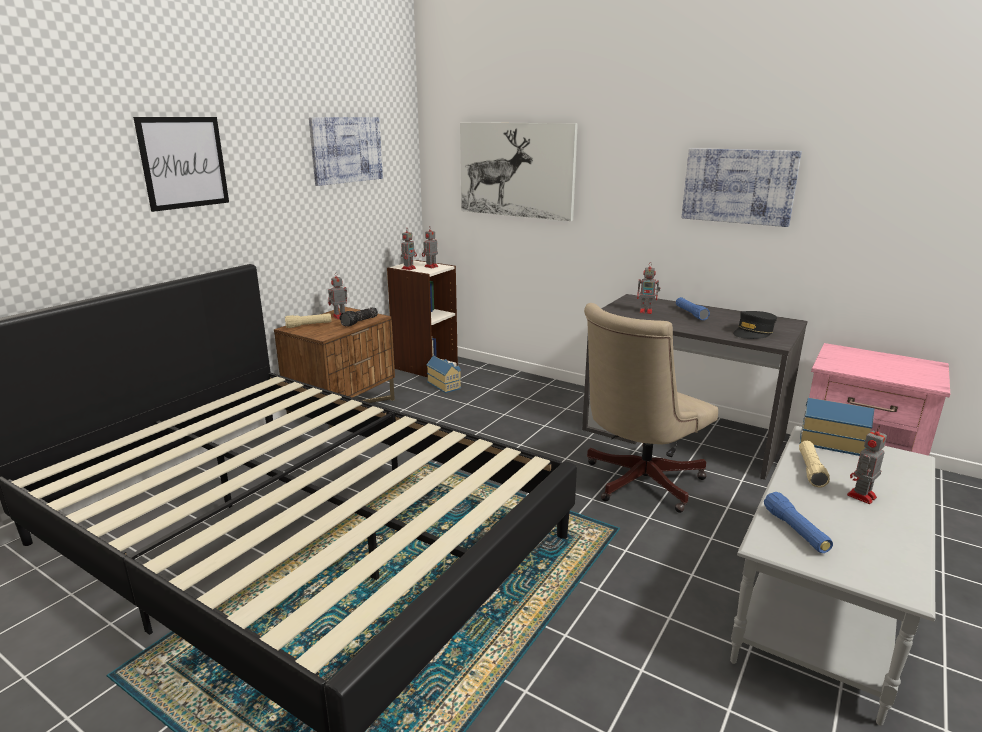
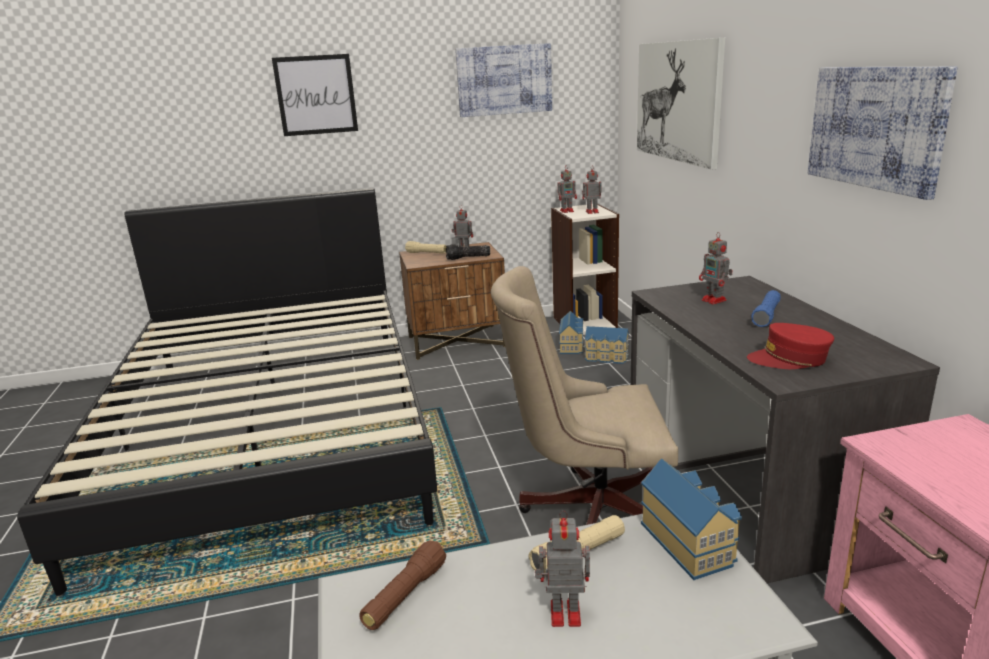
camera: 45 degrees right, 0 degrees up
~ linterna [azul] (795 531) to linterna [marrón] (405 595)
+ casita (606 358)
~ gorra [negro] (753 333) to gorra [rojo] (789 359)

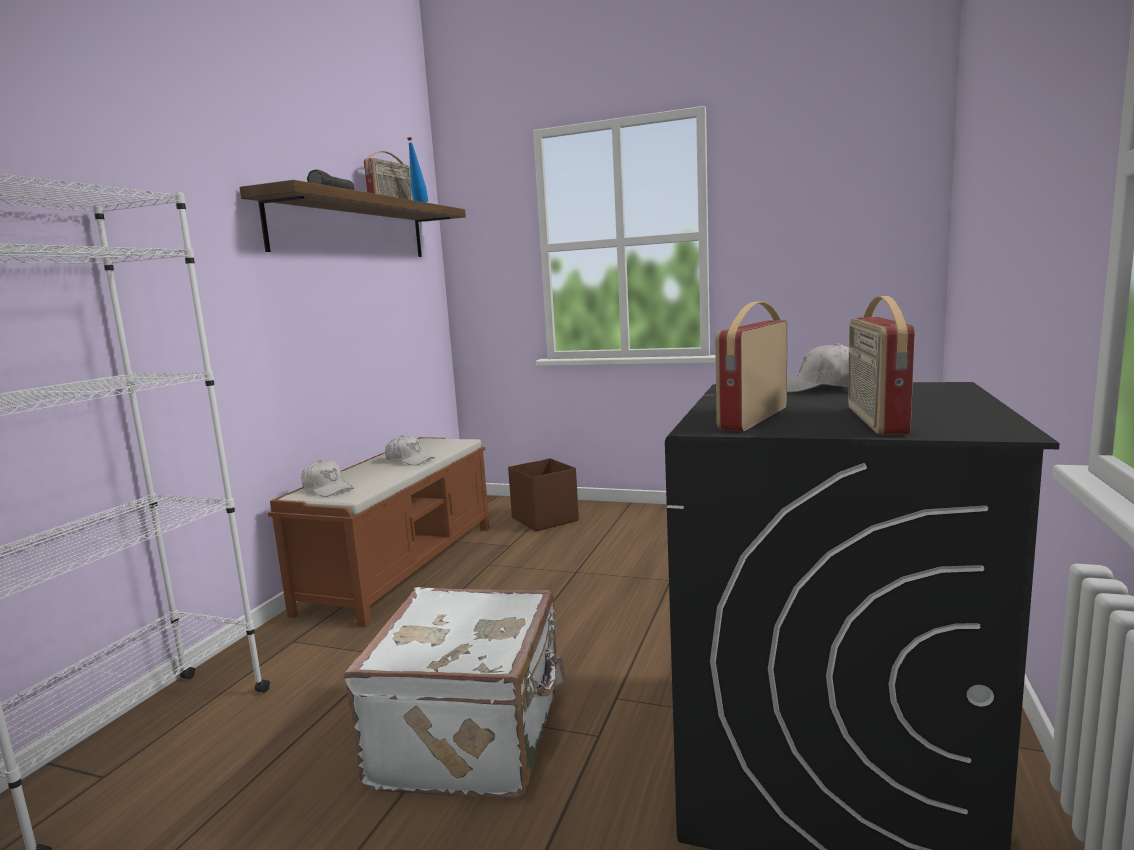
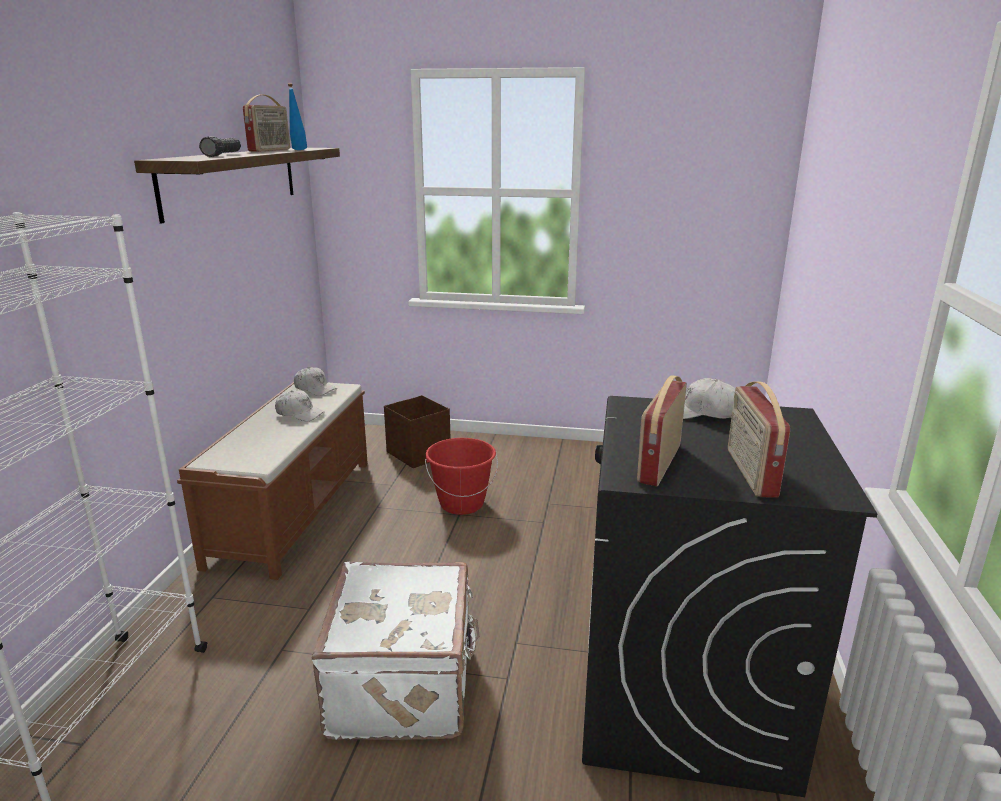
camera: 10 degrees left, 10 degrees up
~ gorra [blanco] (327 489) to (315 389)
+ cubo [rojo] (461 504)

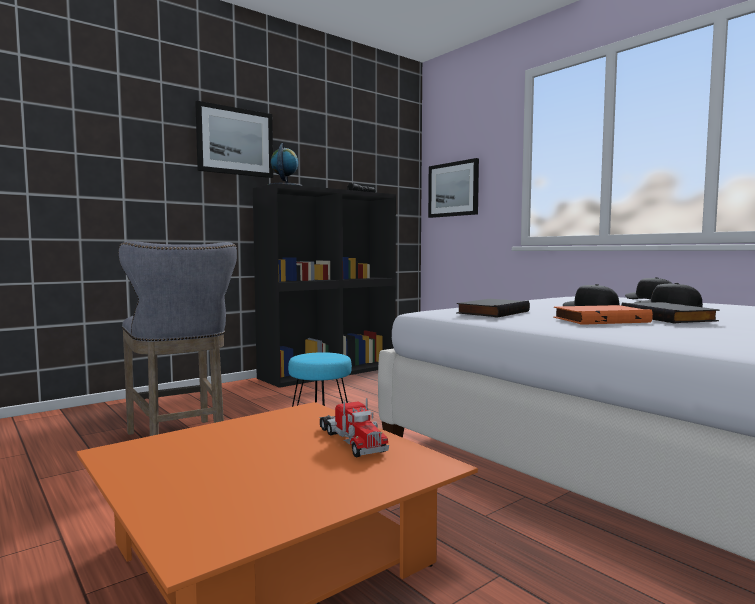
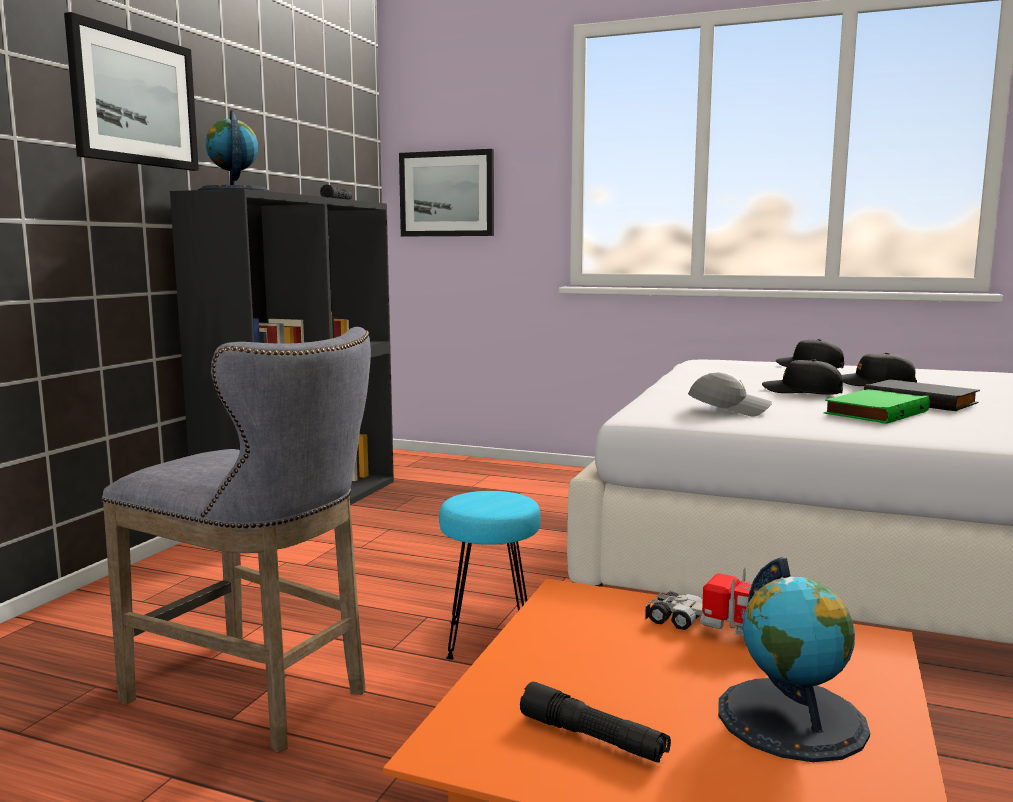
camera: 30 degrees left, 5 degrees up
+ linterna [negro] (592 738)
~ libro [negro] (492 312) to gorra [gris] (729 410)
+ globo terráqueo (792 718)
~ libro [naranja] (600 320) to libro [verde] (874 412)

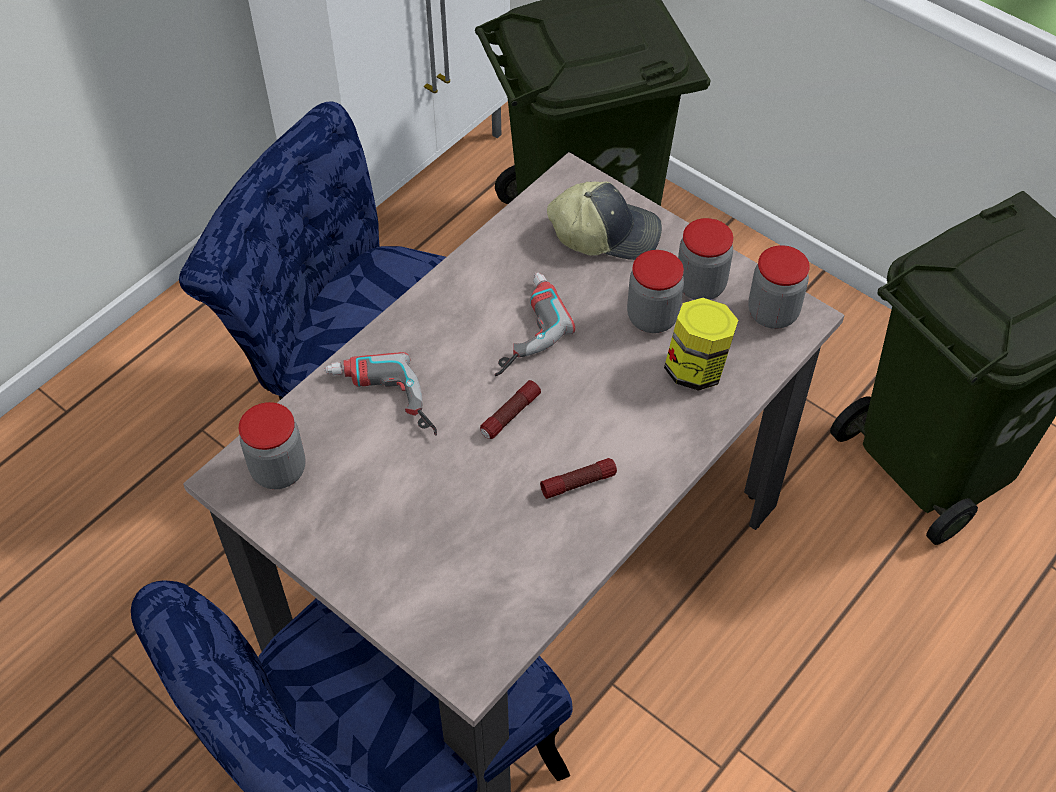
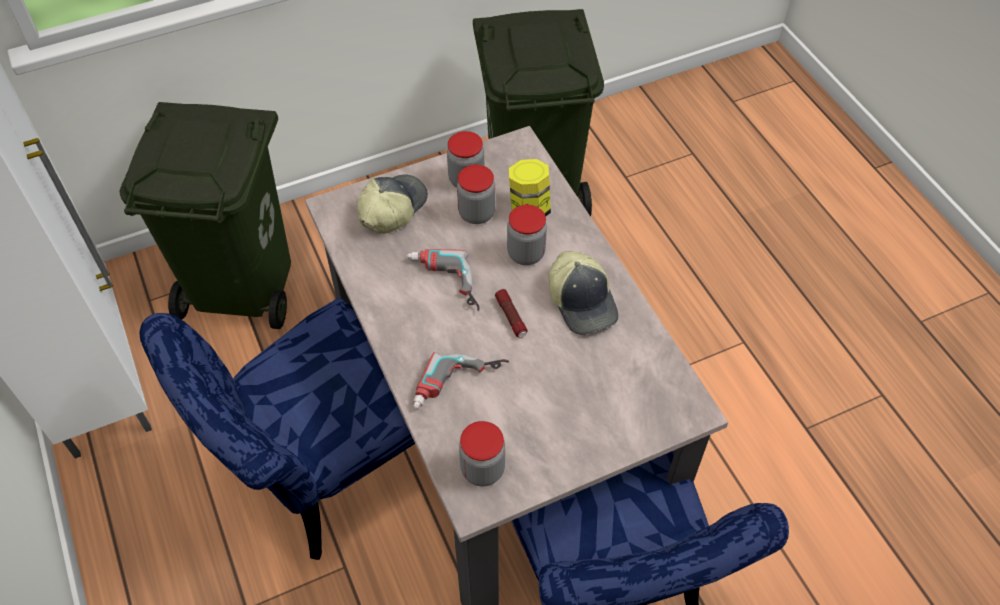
camera: 65 degrees left, 0 degrees up
~ tarro (772 313) to (526 253)
~ linterna (578 483) to gorra (583 301)

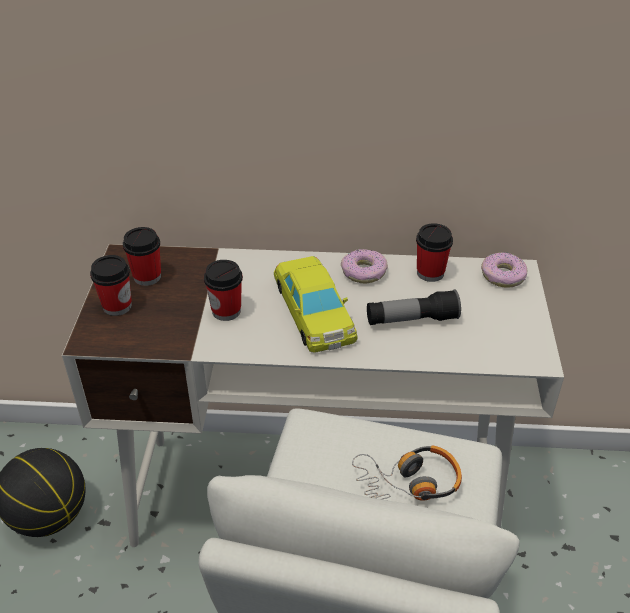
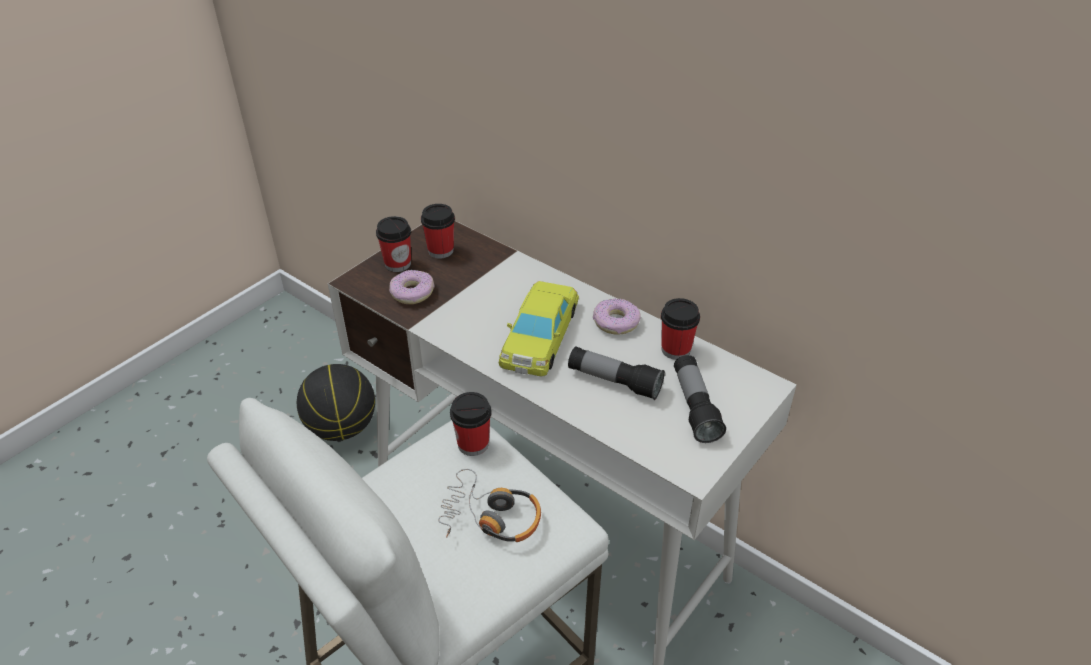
camera: 35 degrees right, 0 degrees up
~ rosquilla (502 276) to (412 293)
~ taza (226 311) to (473 444)
+ linterna (695 407)

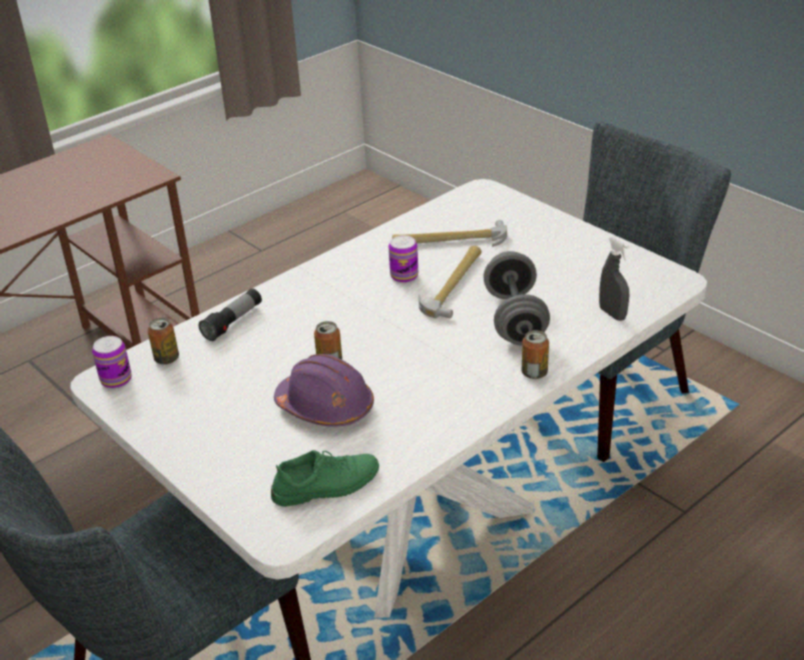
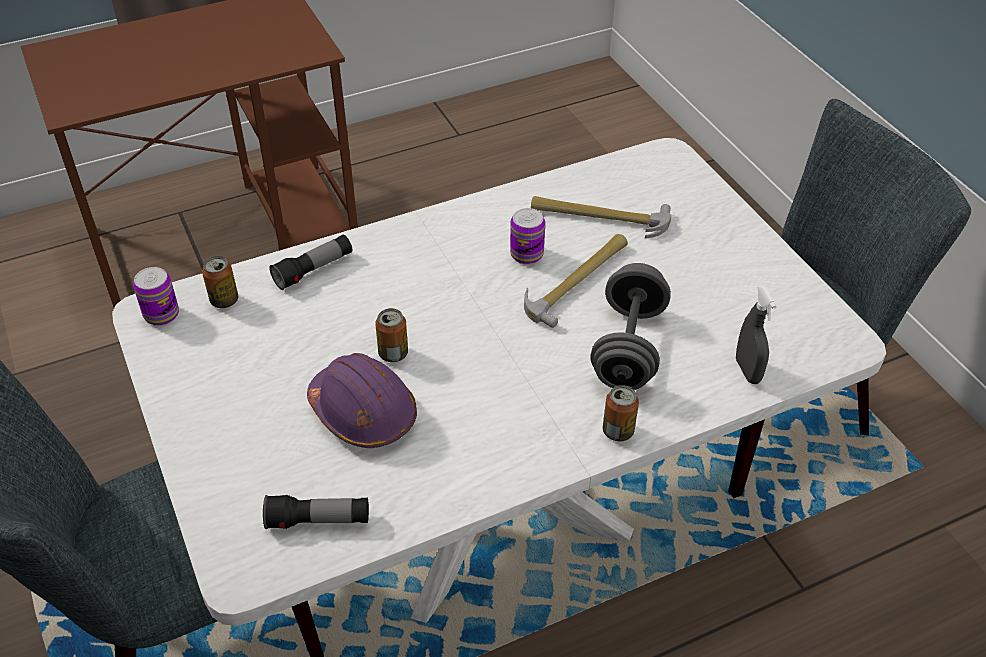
camera: 15 degrees right, 10 degrees up
~ zapato [verde] (326 485) to linterna (318 520)

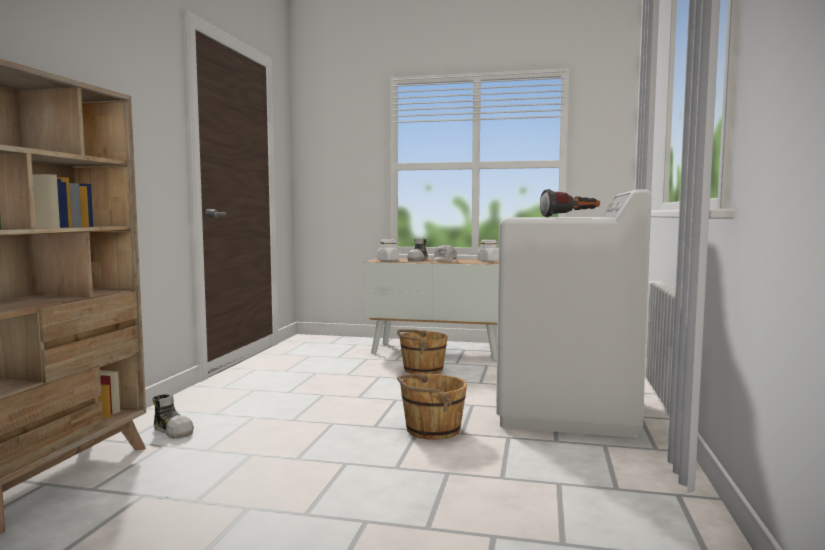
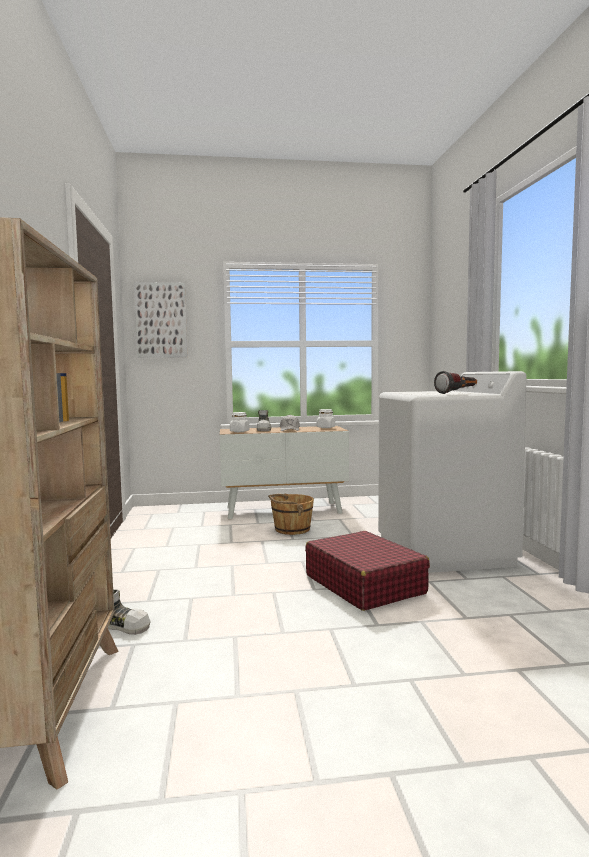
camera: 20 degrees left, 0 degrees up
+ cuadro (161 320)
~ cubo [marrón] (432 429) to maleta [rojo] (364 584)

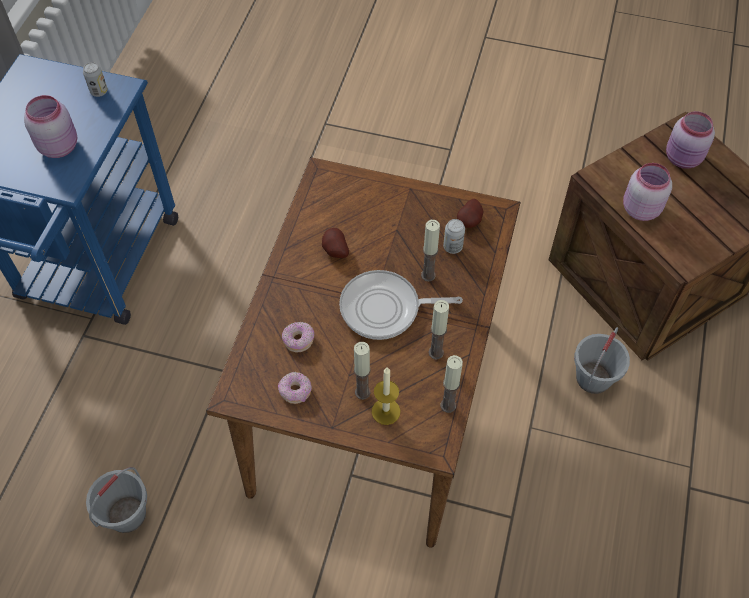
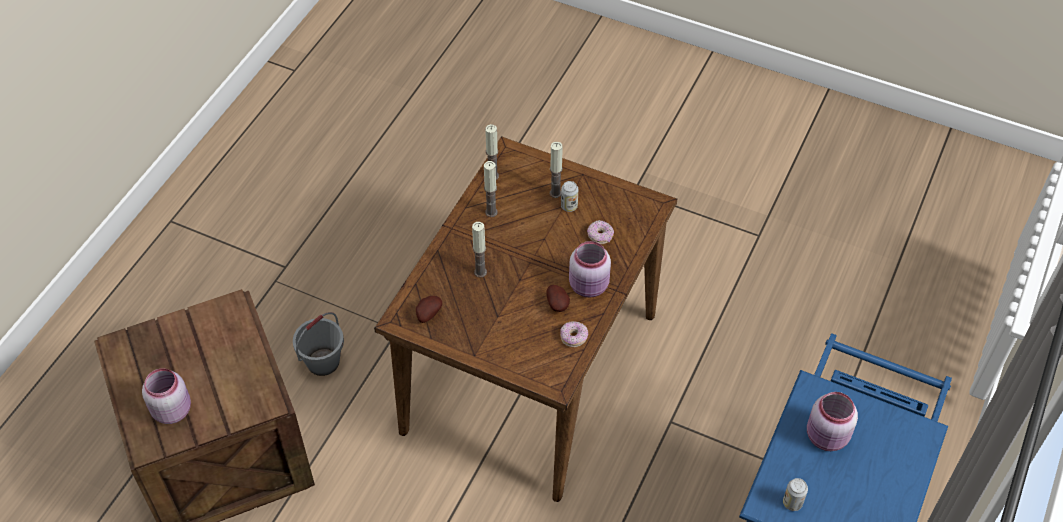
camera: 170 degrees left, 5 degrees down
~ rosquilla (295 391) to (573 337)
~ lata (452 247) to (569 206)
~ tarro [rosa] (639 208) to (589 286)
- cubo [gris] (127 514)
- sartén (385 309)
- vela (386 411)

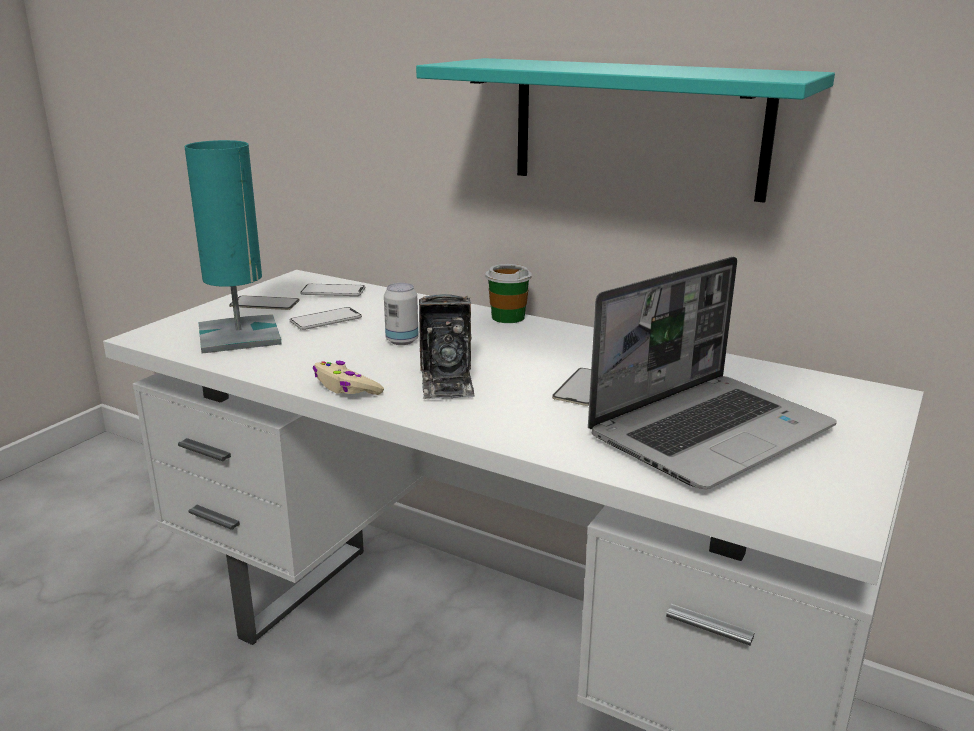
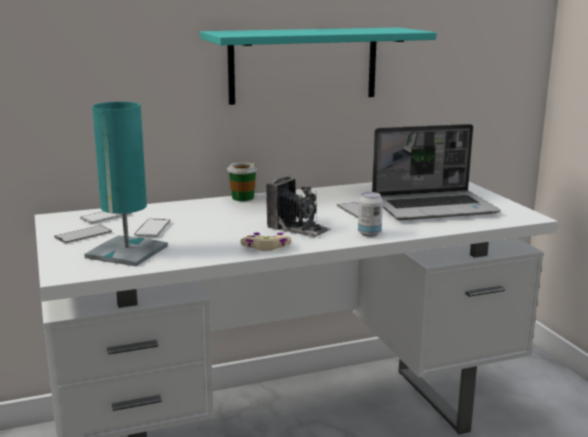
camera: 50 degrees left, 5 degrees down
~ lata (402 341) to (369 233)
~ portátil (710 431) = (434 208) 75 degrees clockwise

